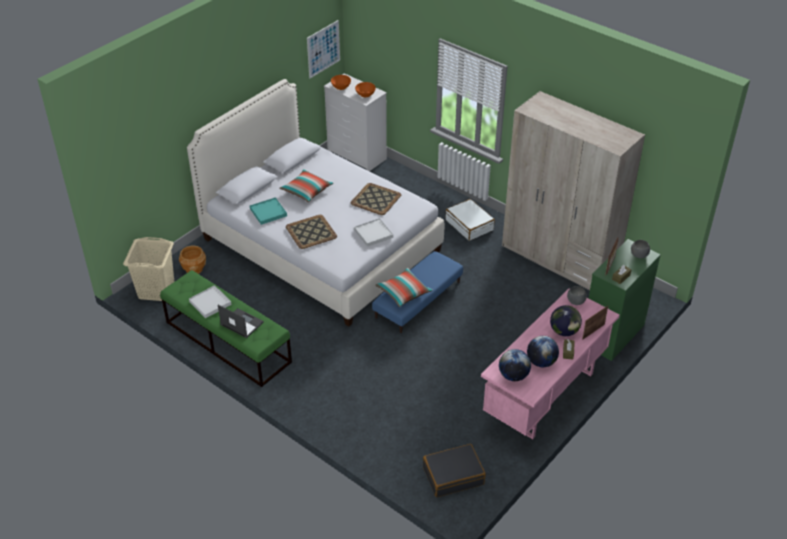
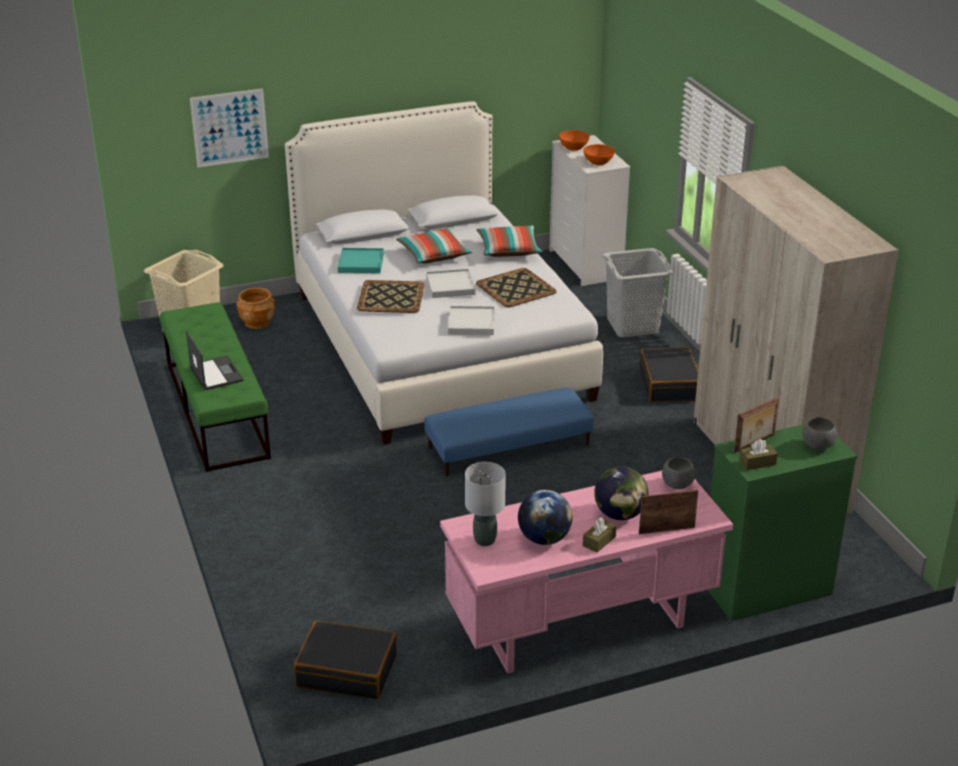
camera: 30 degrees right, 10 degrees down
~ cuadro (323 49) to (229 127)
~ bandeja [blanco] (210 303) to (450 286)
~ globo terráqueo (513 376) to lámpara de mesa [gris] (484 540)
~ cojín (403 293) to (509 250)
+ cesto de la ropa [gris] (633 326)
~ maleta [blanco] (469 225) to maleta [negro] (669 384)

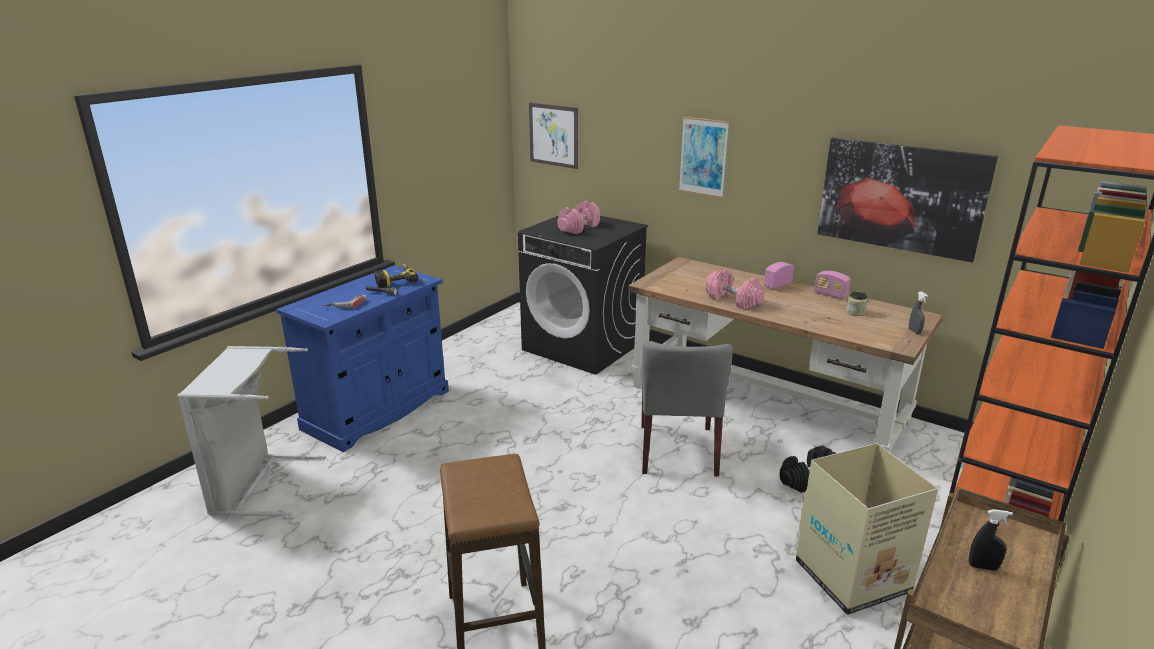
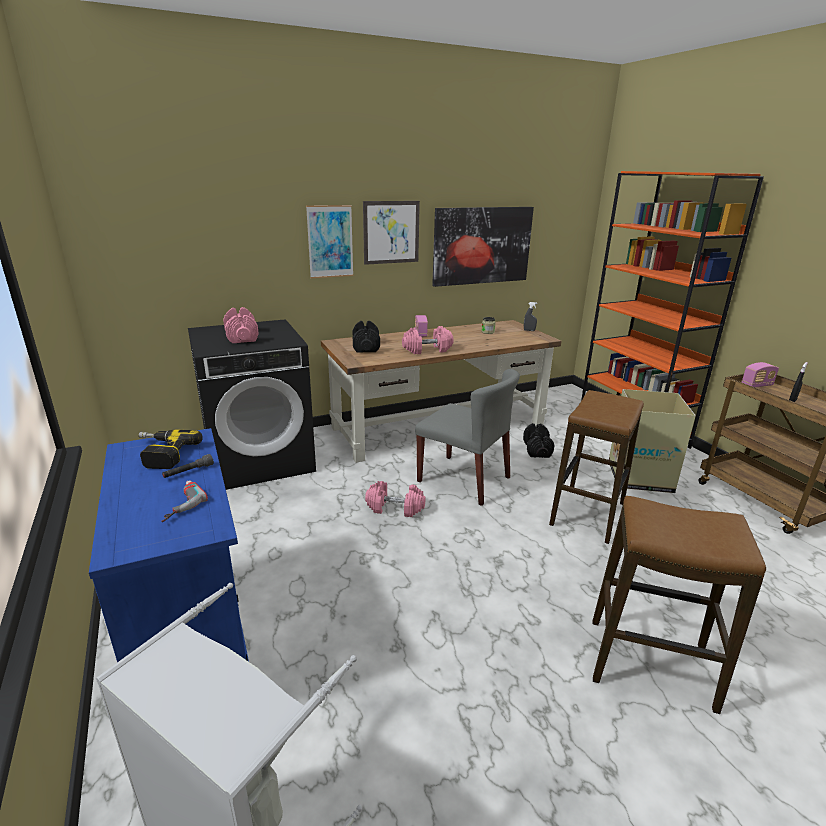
camera: 60 degrees left, 0 degrees up
+ mancuerna [negro] (366 347)
~ cuadro (553 135) to (391 232)
+ mancuerna [rosa] (395 508)
+ taburete (588 514)
~ radio (830 295) to (756 385)

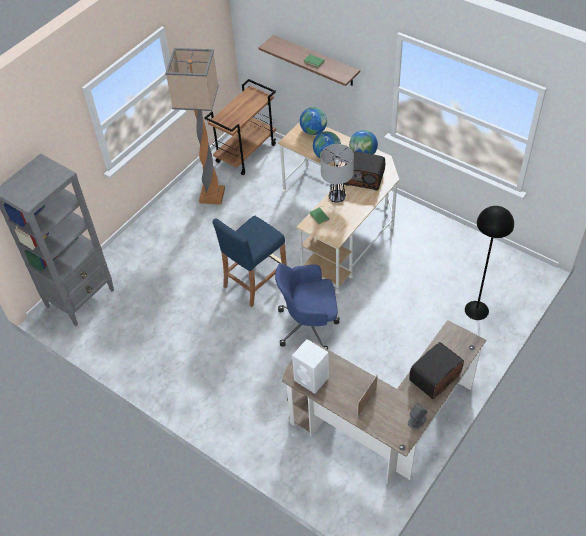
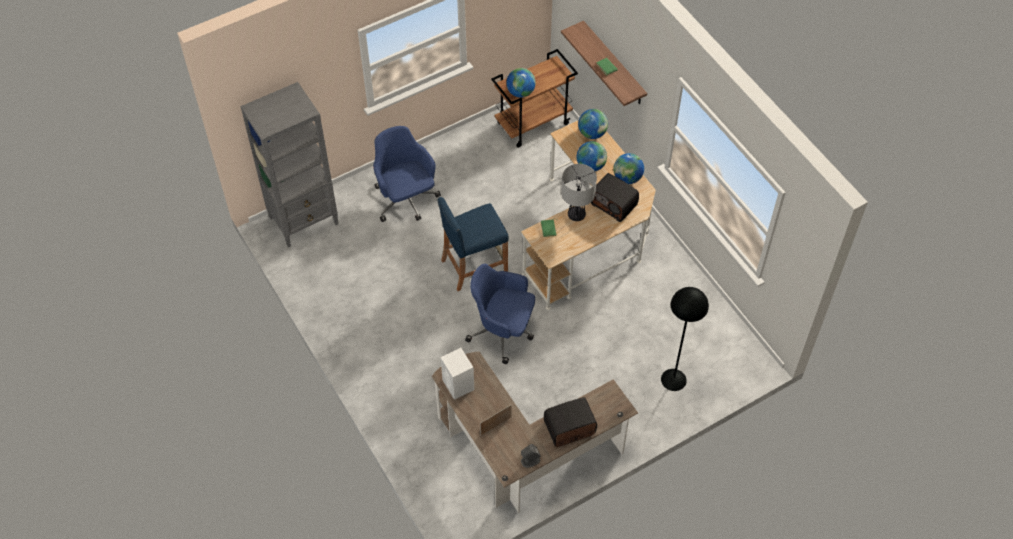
camera: 20 degrees right, 5 degrees up
+ silla de oficina [azul] (406 200)
+ globo terráqueo (520 92)
- lámpara de pie (213 195)

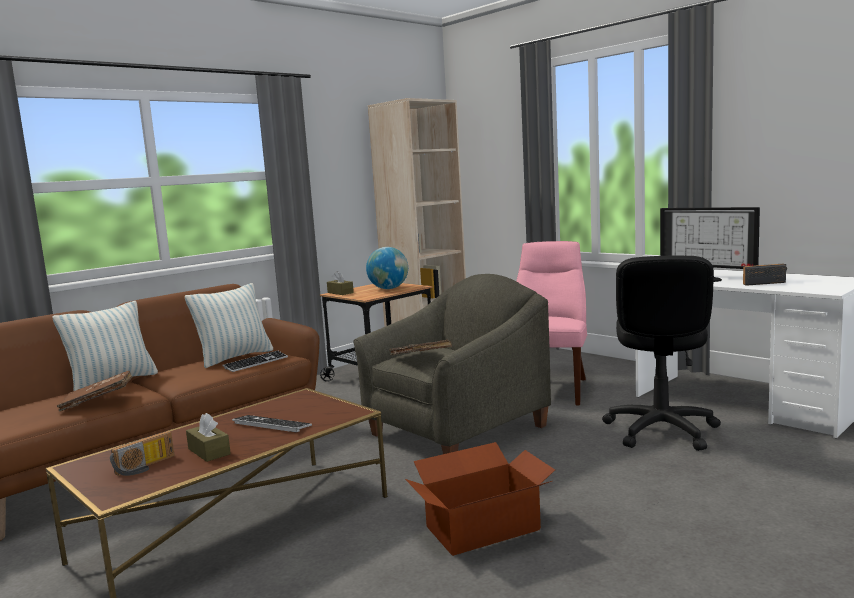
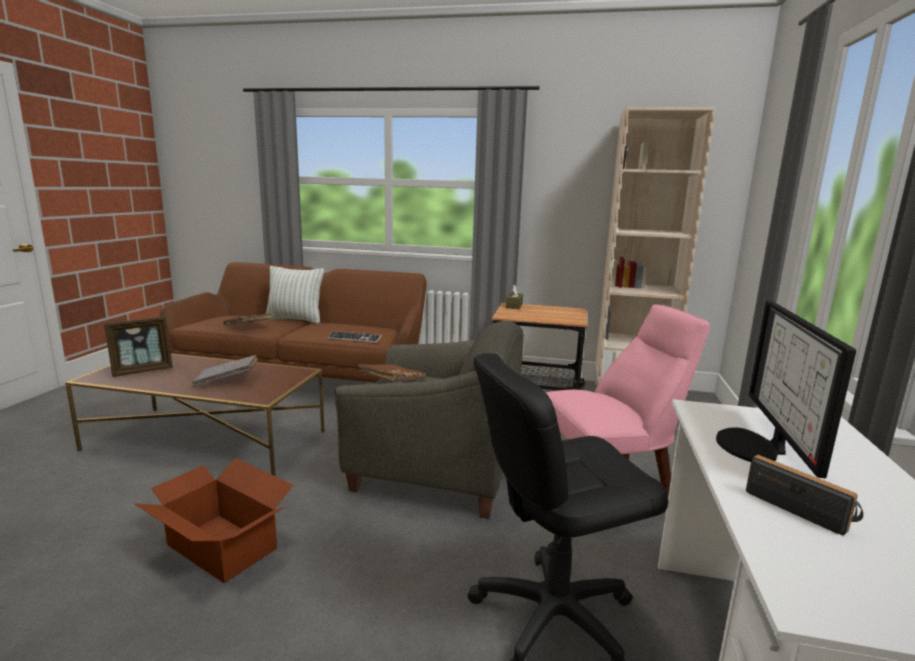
camera: 55 degrees right, 5 degrees up
~ radio (146 467) to portarretratos (143 371)
~ teclado (271 425) to libro [gris] (227 380)
- cojín (235 357)
- caja de pañuelos [marrón] (209 451)
- globo terráqueo (388 289)

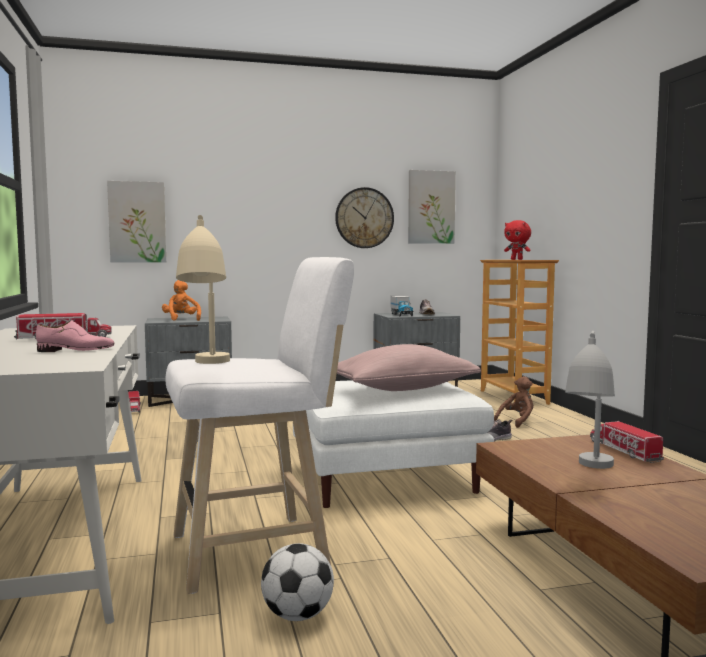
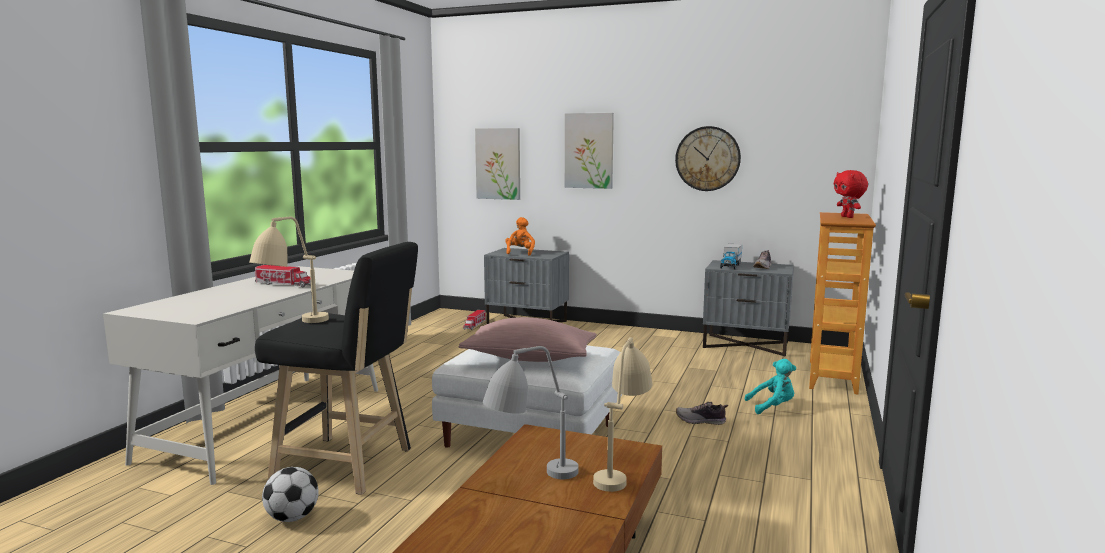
camera: 35 degrees right, 5 degrees up
~ taburete [blanco] (258 551) to taburete [negro] (350 466)
~ cuadro (431 207) to (589 151)
~ camión de juguete (623 450) to lámpara de mesa [beis] (622 467)
~ peluche [marrón] (517 421) to peluche [turquesa] (772 407)
- zapato [rosa] (76 350)

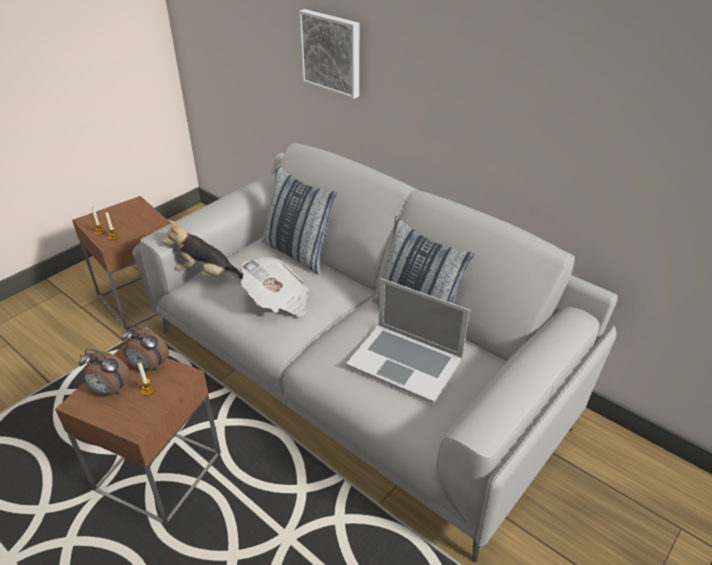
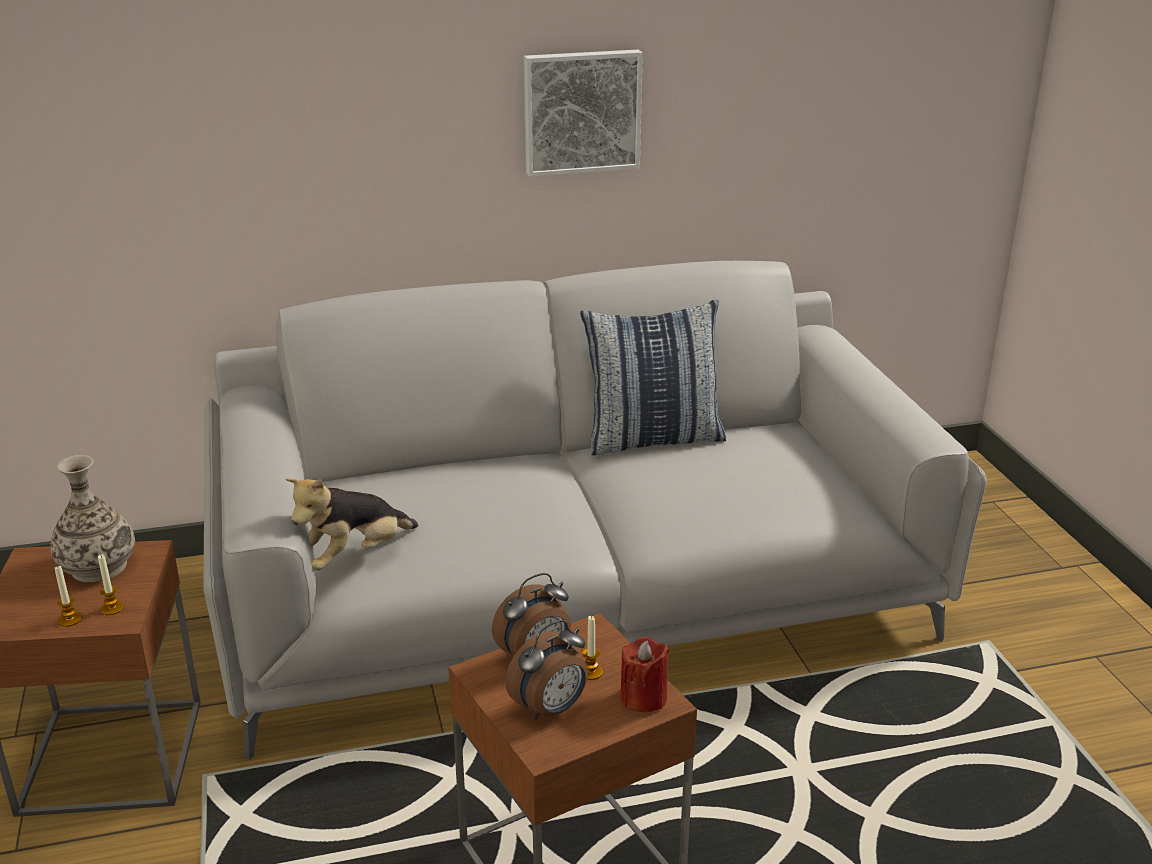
camera: 55 degrees left, 10 degrees down
+ florero (98 567)
~ cuadro (332 53) to (581 111)
+ vela [rojo] (643 697)
- periódico (278 301)
- cojín (298 253)
- portátil (405 361)

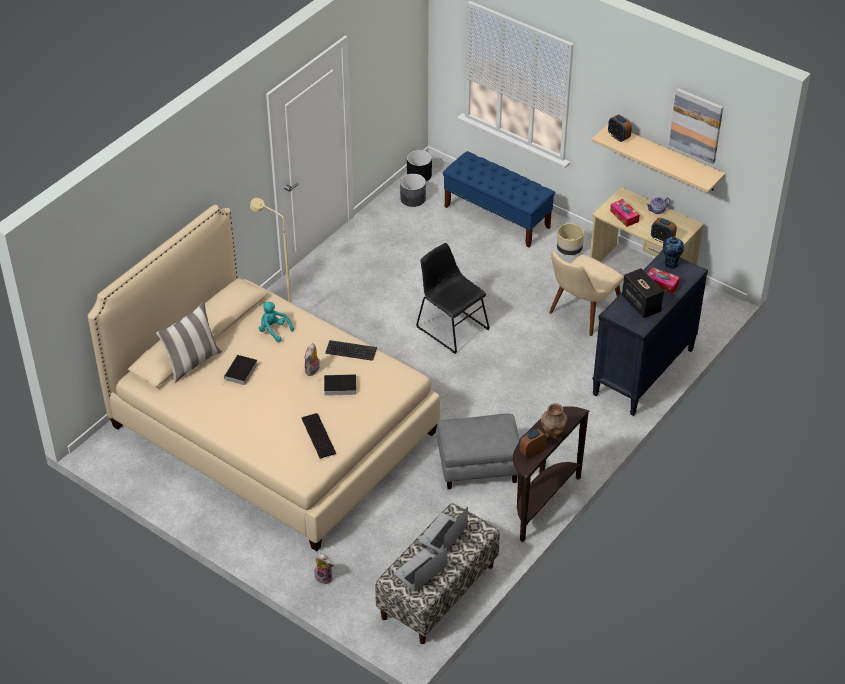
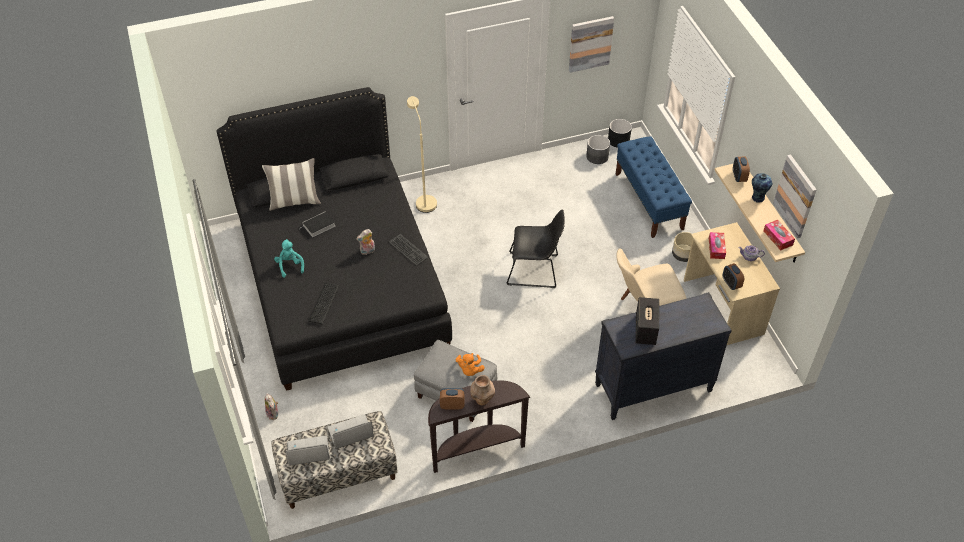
camera: 35 degrees right, 5 degrees up
~ cama [beis] (272 429) to cama [negro] (340 281)
~ peluche [turquesa] (274 330) to (290 266)
+ peluche [naranja] (469 370)
~ silla [negro] (450 326) = (535 270) 105 degrees clockwise
+ cuadro (590 43)
~ florero (670 264) to (757 198)
~ caja de pañuelos (661 284) to (778 238)
- libro (339 387)

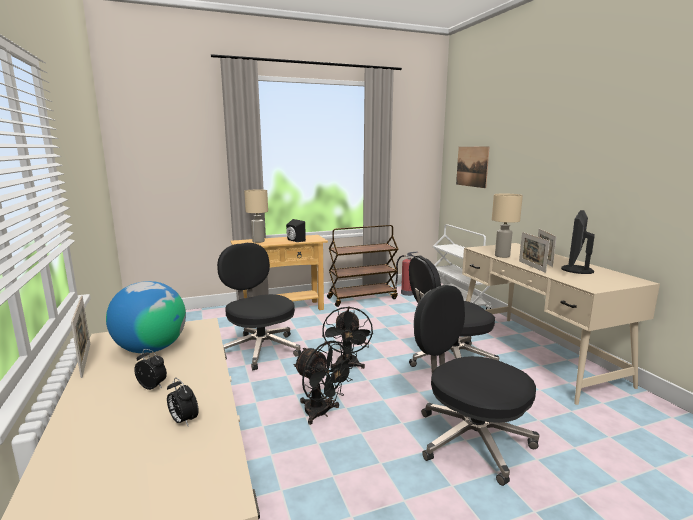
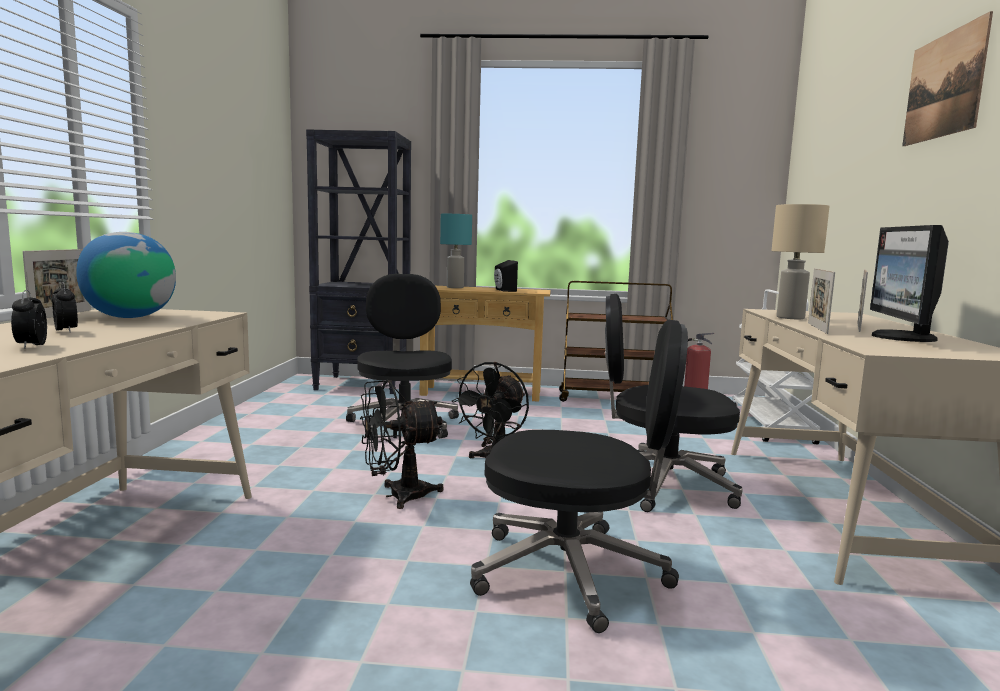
camera: 25 degrees right, 5 degrees down
+ estantería [negro] (363 385)
~ ventilador [negro] (322 413) = (398 496) 90 degrees clockwise
~ lámpara de mesa [beis] (258 241) to lámpara de mesa [turquesa] (455 287)
~ silla de oficina [negro] (470 439) = (573 572) 120 degrees clockwise
~ monitor (575 270) = (901 337) 45 degrees counterclockwise
~ cuadro (472 166) to (944 86)

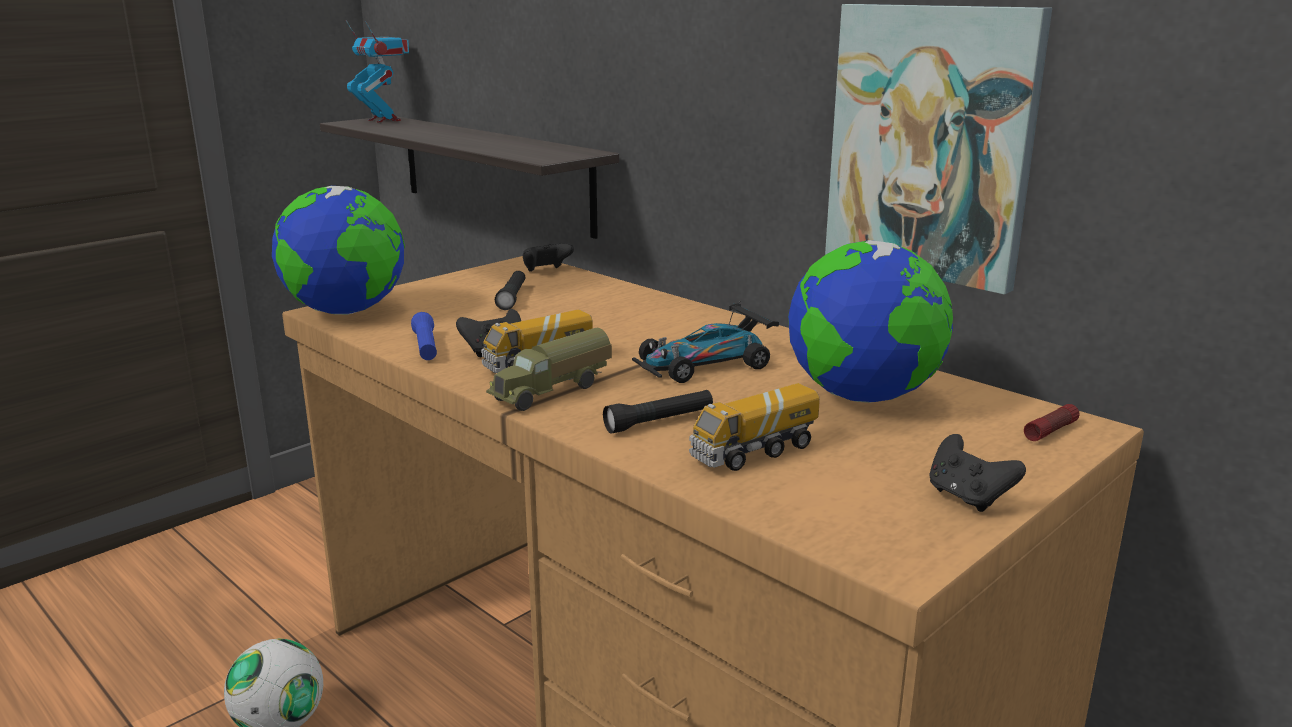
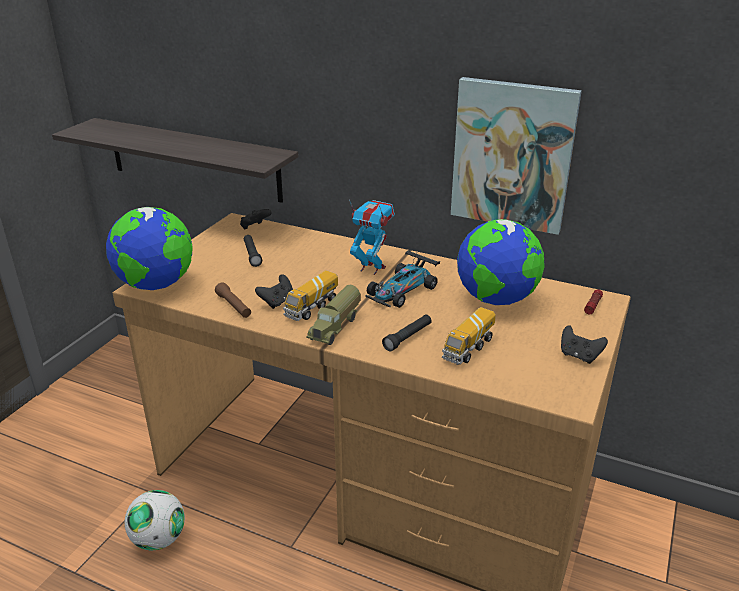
camera: 20 degrees left, 10 degrees up
~ linterna [azul] (426 347) to linterna [marrón] (234 306)
~ robot de juguete (384 120) to (372 268)

